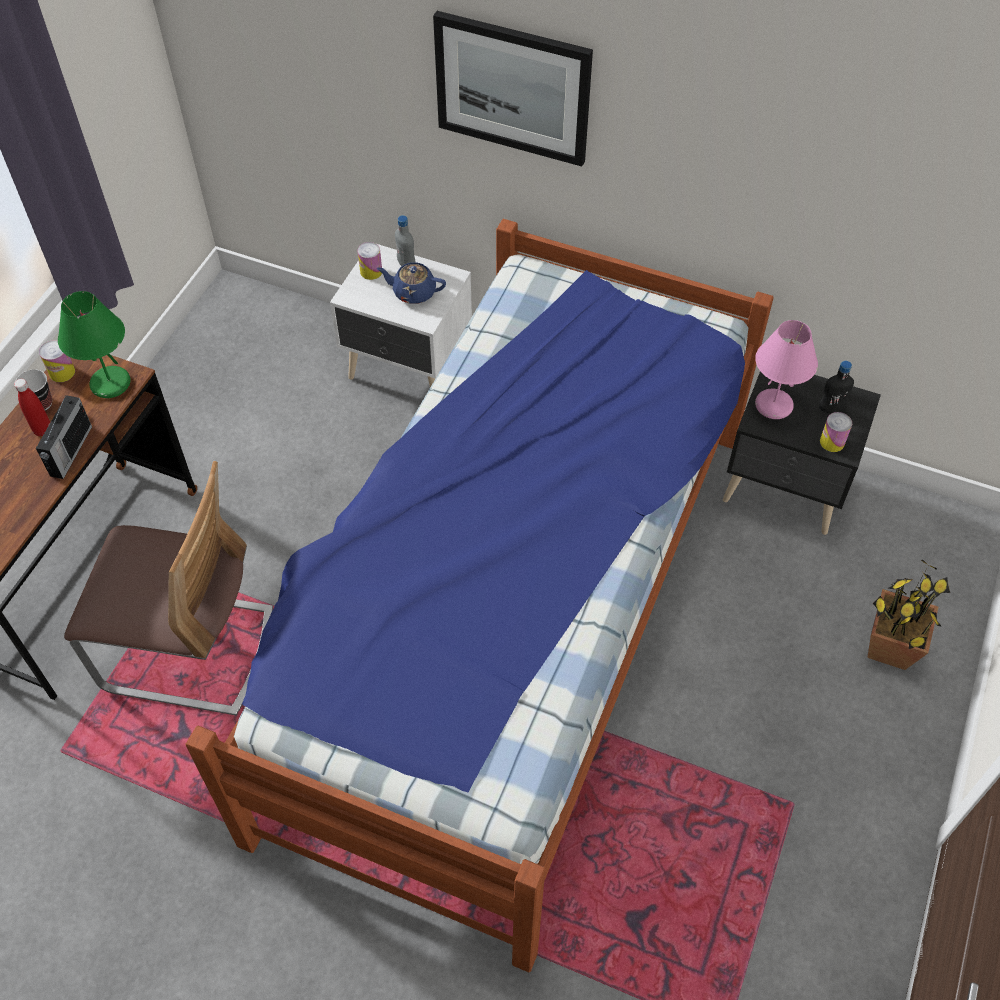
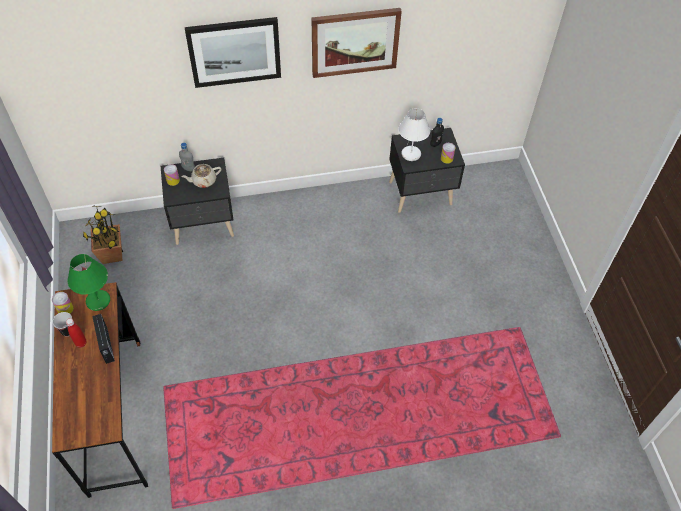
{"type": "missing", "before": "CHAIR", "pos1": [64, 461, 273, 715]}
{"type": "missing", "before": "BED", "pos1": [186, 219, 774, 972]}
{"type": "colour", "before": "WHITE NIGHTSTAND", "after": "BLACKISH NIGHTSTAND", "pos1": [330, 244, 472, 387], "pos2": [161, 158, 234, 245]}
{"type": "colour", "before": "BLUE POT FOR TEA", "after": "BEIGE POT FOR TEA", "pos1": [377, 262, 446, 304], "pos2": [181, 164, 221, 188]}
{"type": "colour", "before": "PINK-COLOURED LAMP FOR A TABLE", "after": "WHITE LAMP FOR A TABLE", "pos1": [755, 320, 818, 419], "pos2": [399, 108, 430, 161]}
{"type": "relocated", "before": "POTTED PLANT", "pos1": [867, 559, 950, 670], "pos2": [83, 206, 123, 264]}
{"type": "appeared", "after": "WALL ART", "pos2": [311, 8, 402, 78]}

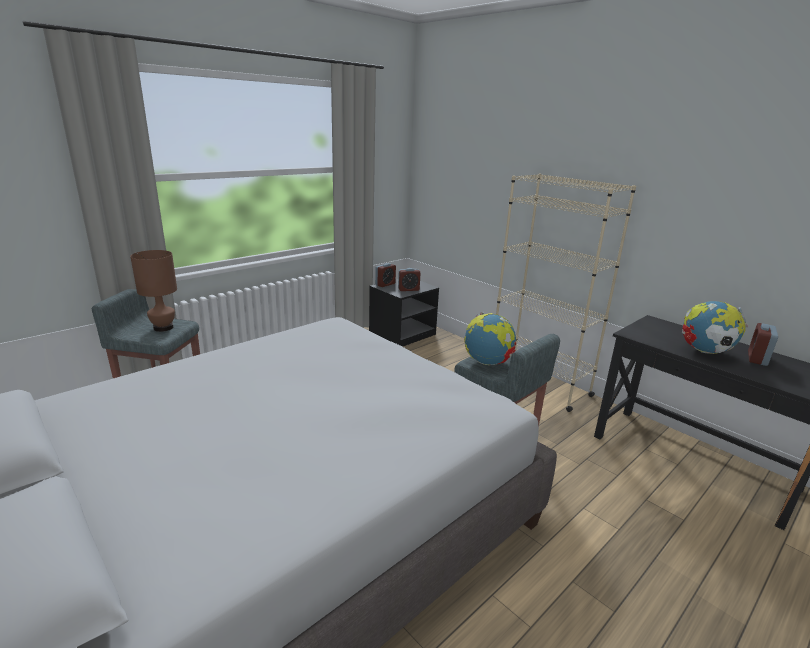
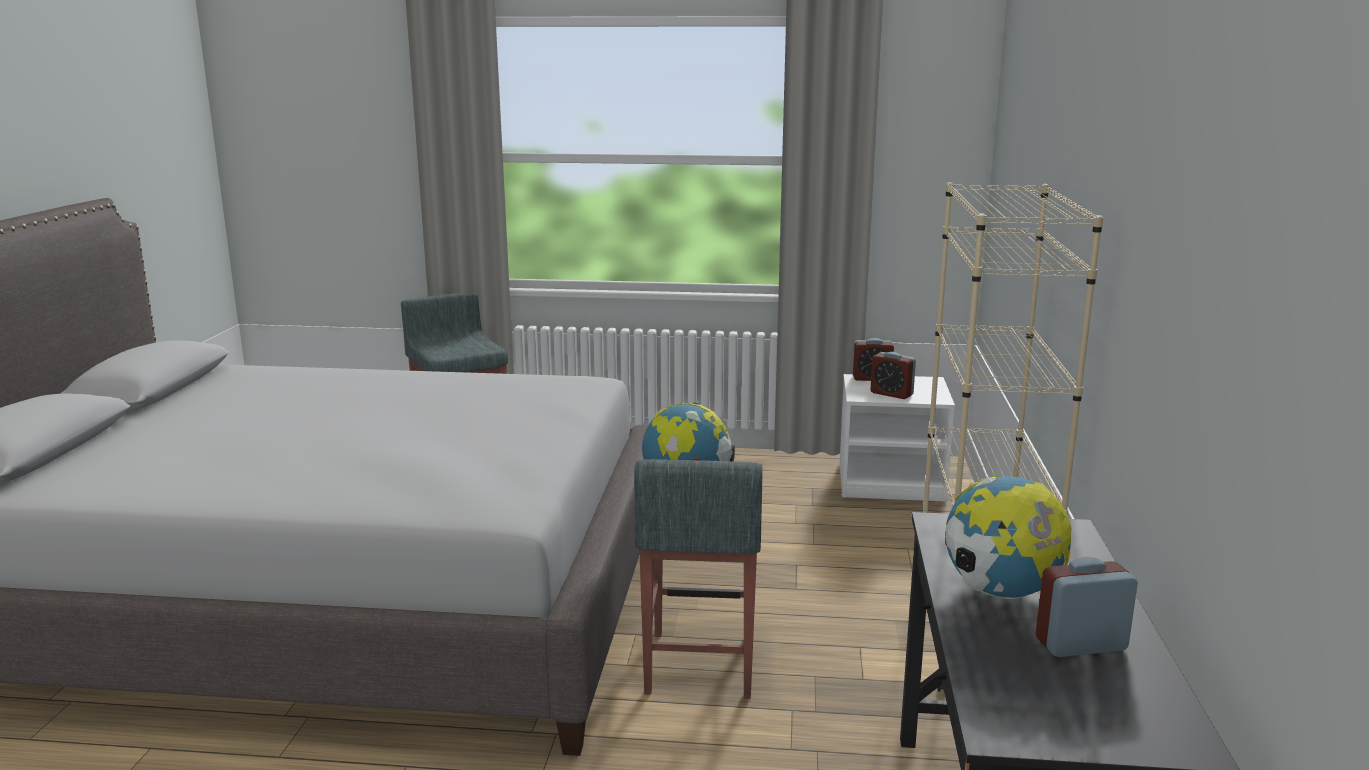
{"type": "missing", "before": "BROWN LAMP FOR A TABLE", "pos1": [130, 250, 177, 332]}
{"type": "colour", "before": "BLACKISH NIGHTSTAND", "after": "WHITE NIGHTSTAND", "pos1": [369, 279, 439, 347], "pos2": [840, 374, 955, 502]}

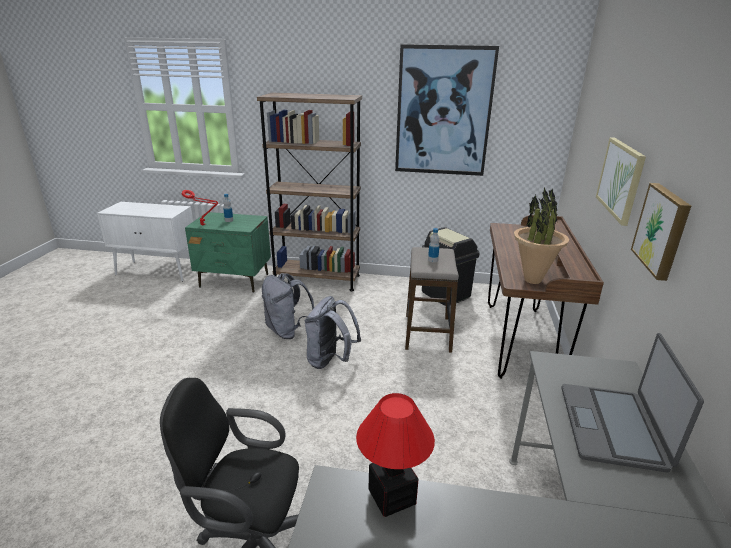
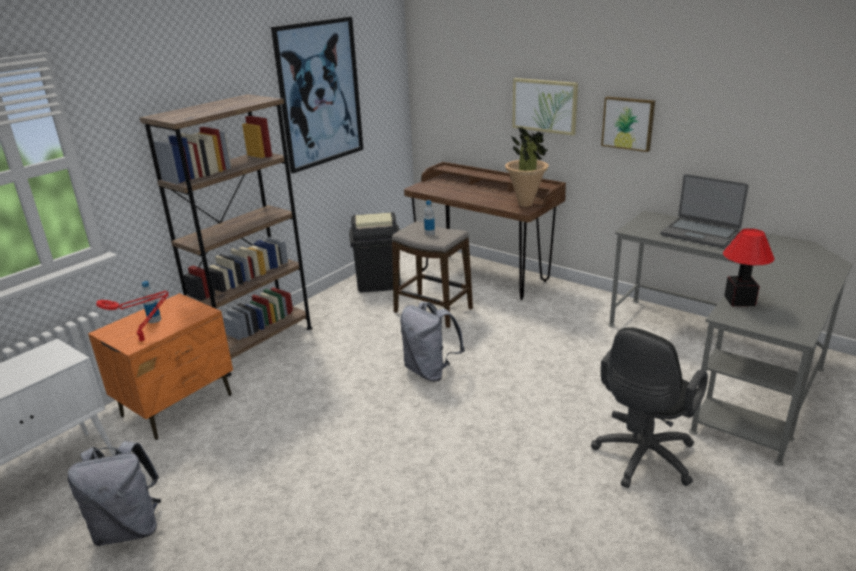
{"type": "colour", "before": "GREENISH NIGHTSTAND", "after": "ORANGE-COLOURED NIGHTSTAND", "pos1": [185, 212, 271, 293], "pos2": [88, 293, 233, 440]}
{"type": "relocated", "before": "GREYISH KNAPSACK", "pos1": [262, 273, 314, 339], "pos2": [68, 441, 161, 546]}

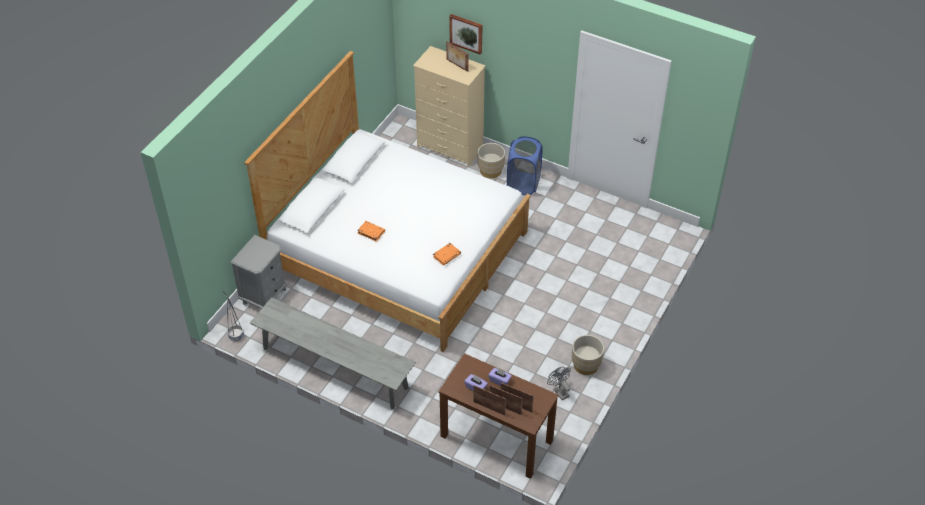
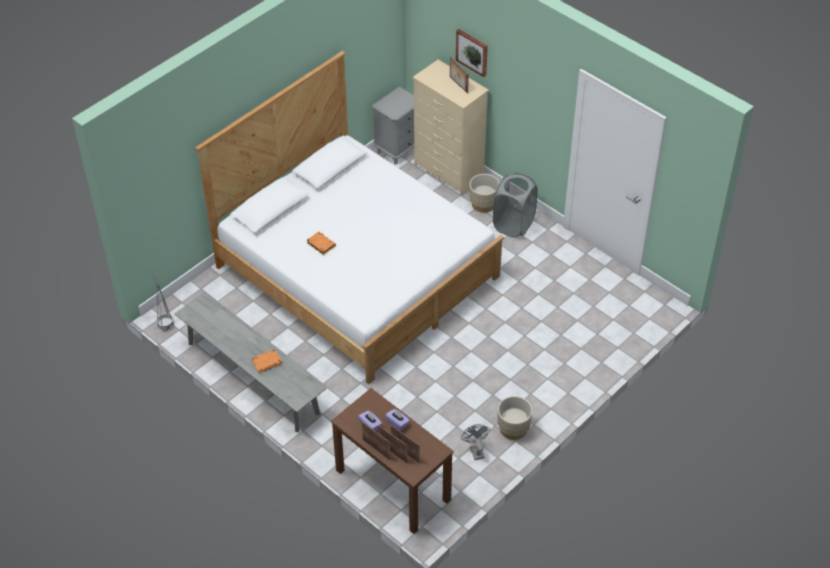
{"type": "relocated", "before": "GREYISH NIGHTSTAND", "pos1": [231, 235, 287, 309], "pos2": [372, 87, 414, 164]}
{"type": "relocated", "before": "ORANGE-COLOURED BOOK", "pos1": [433, 243, 461, 266], "pos2": [252, 349, 282, 373]}
{"type": "colour", "before": "BLUE WASHING BASKET", "after": "GREYISH WASHING BASKET", "pos1": [507, 136, 543, 195], "pos2": [493, 173, 538, 238]}

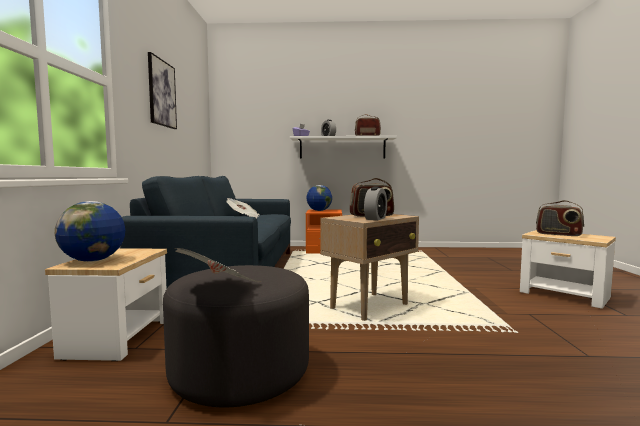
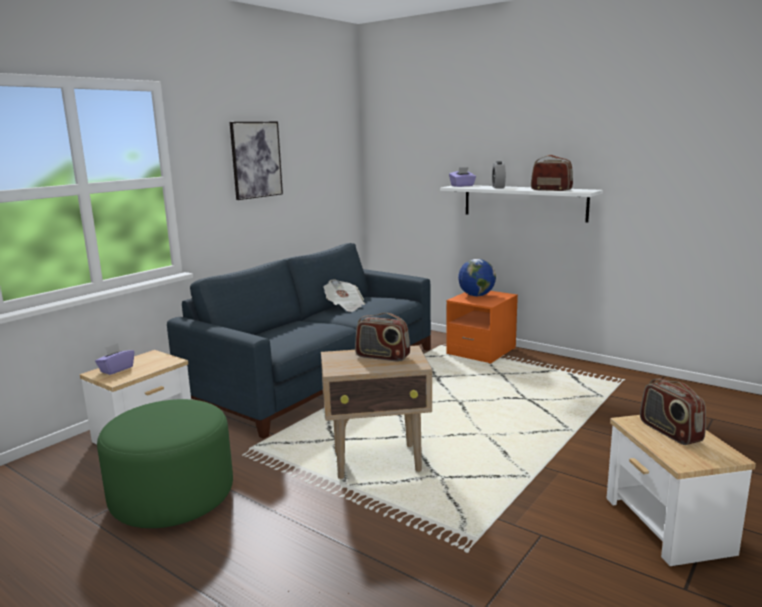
{"type": "exchanged", "before": "GLOBE", "after": "PURPLISH BOX OF TISSUES", "pos1": [55, 201, 125, 262], "pos2": [95, 343, 134, 375]}
{"type": "colour", "before": "GREYISH OTTOMAN", "after": "GREENISH OTTOMAN", "pos1": [163, 265, 309, 407], "pos2": [97, 399, 233, 528]}
{"type": "missing", "before": "NEWSPAPER", "pos1": [175, 248, 260, 282]}
{"type": "missing", "before": "TABLE CLOCK", "pos1": [364, 187, 387, 220]}

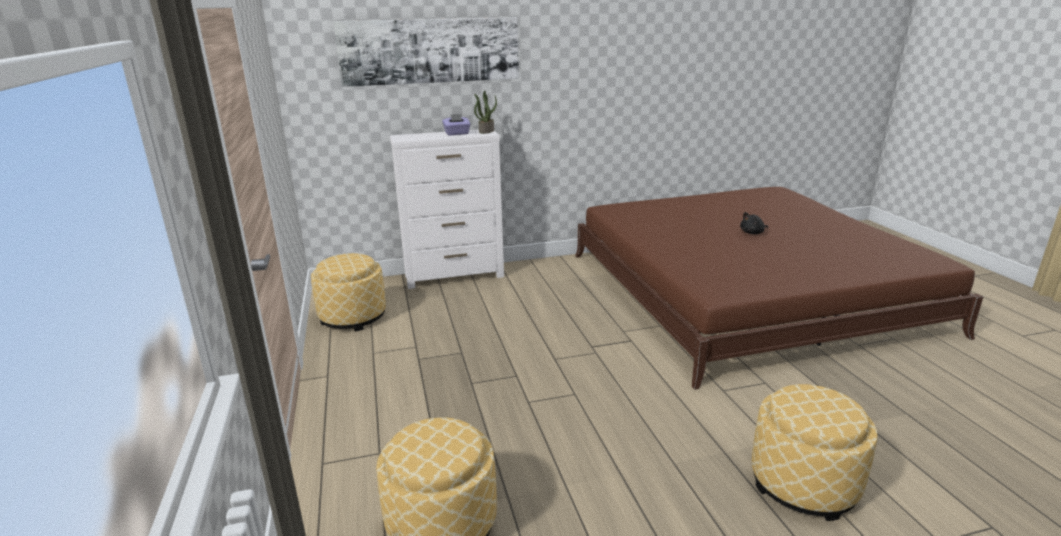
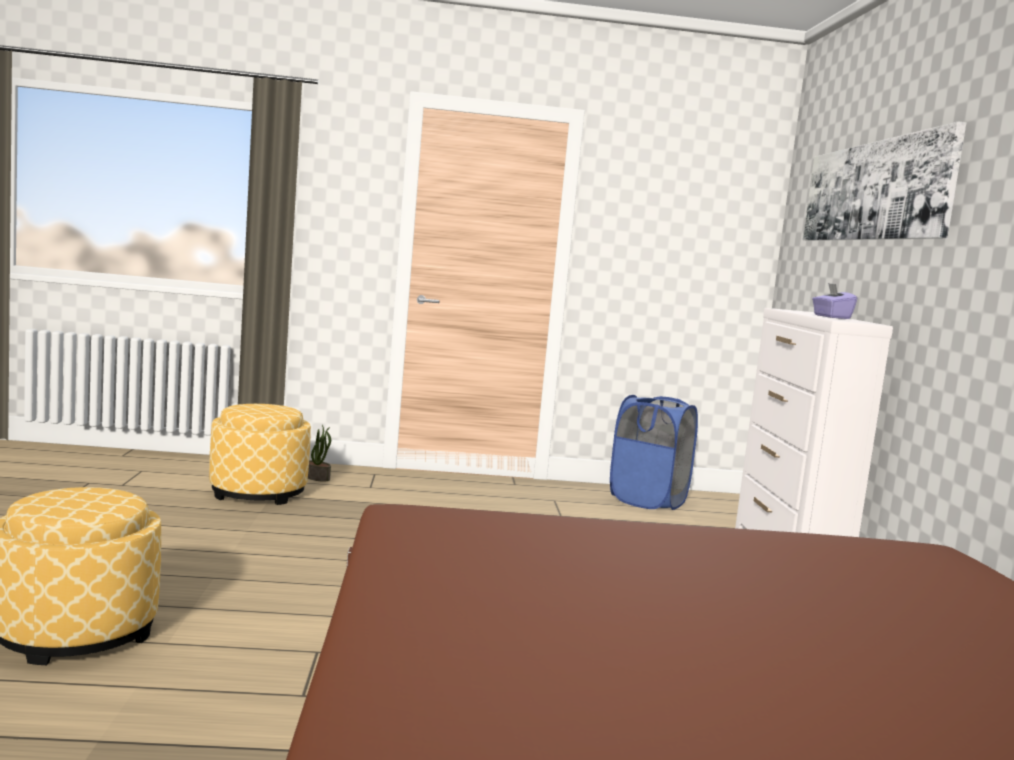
{"type": "exchanged", "before": "OTTOMAN", "after": "BLUE WASHING BASKET", "pos1": [311, 253, 386, 331], "pos2": [610, 395, 698, 510]}
{"type": "relocated", "before": "POTTED PLANT", "pos1": [474, 91, 497, 134], "pos2": [308, 425, 331, 482]}
{"type": "missing", "before": "BLACKISH CUDDLY TOY", "pos1": [740, 212, 768, 234]}

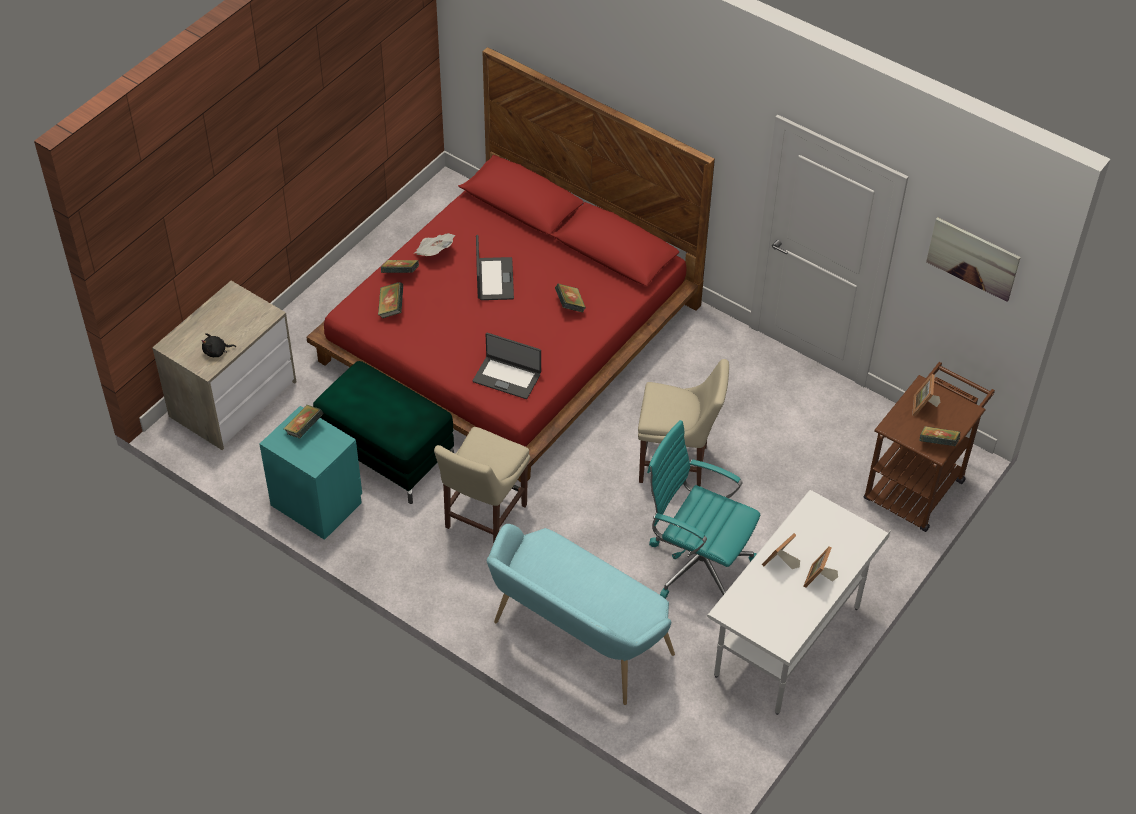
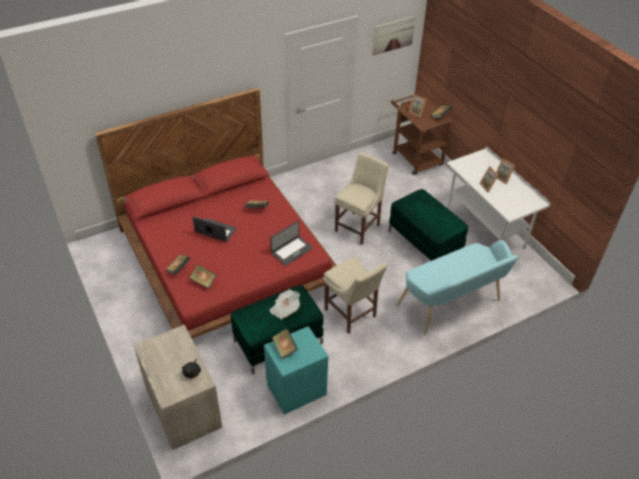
{"type": "relocated", "before": "NEWSPAPER", "pos1": [414, 233, 455, 256], "pos2": [270, 289, 300, 320]}
{"type": "exchanged", "before": "BLUE-GREEN COMPUTER CHAIR", "after": "GREENISH OTTOMAN", "pos1": [647, 420, 760, 599], "pos2": [388, 189, 468, 261]}

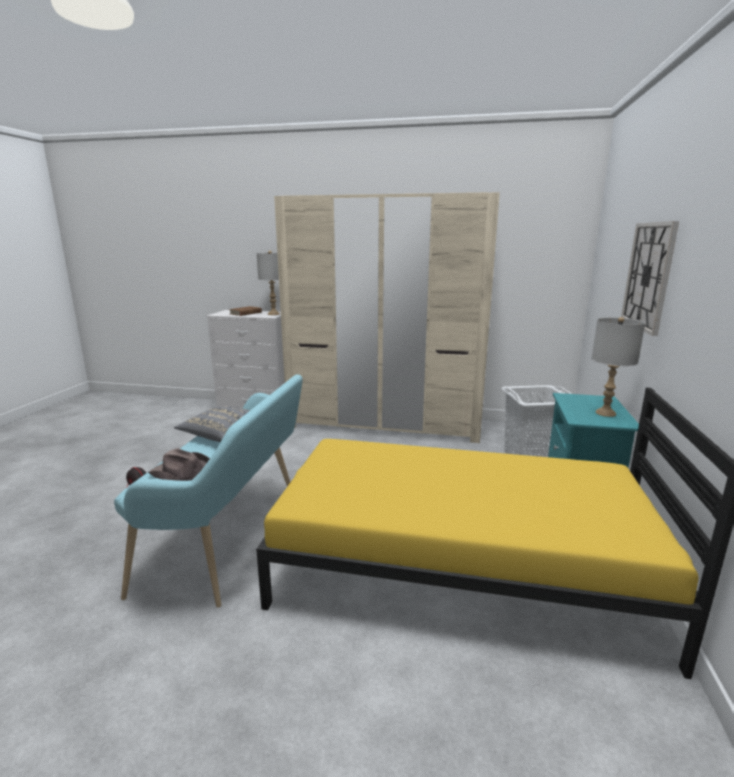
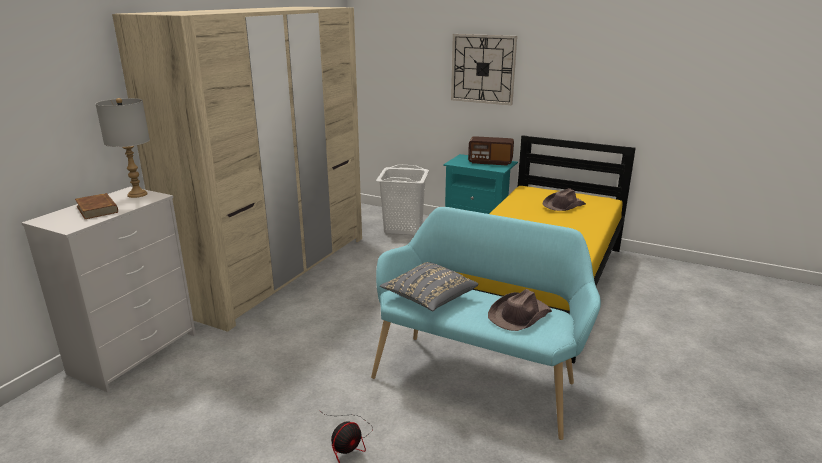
{"type": "exchanged", "before": "GREYISH LAMP FOR A TABLE", "after": "RADIO SET", "pos1": [591, 317, 645, 417], "pos2": [468, 136, 514, 166]}
{"type": "appeared", "after": "BROWN WEARABLE HAT", "pos2": [543, 188, 586, 211]}

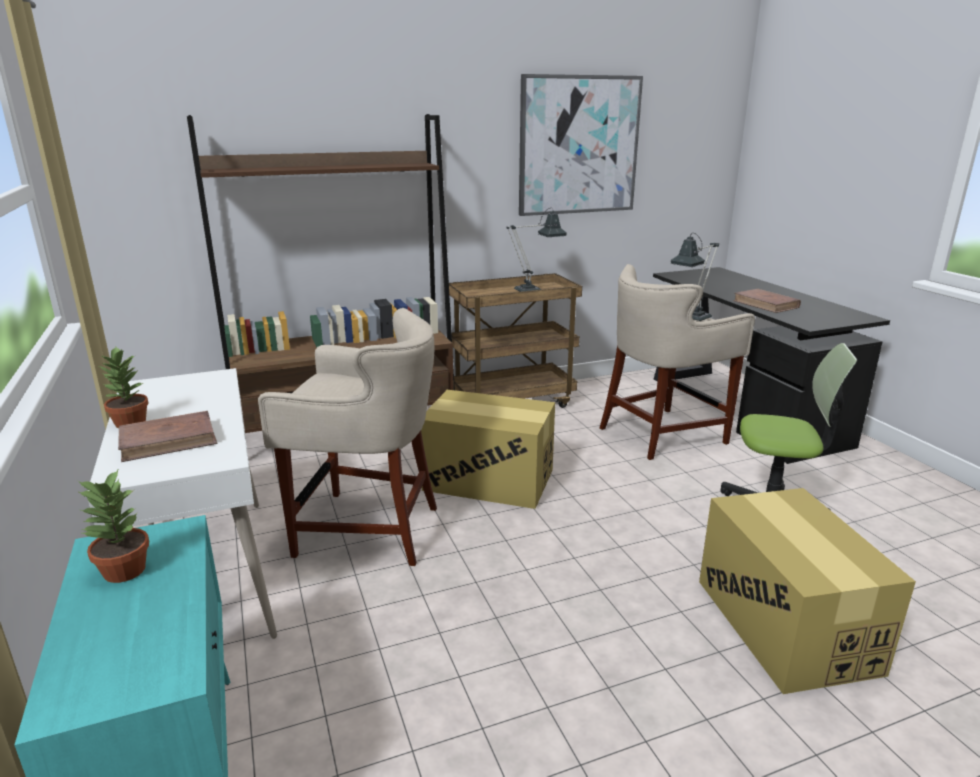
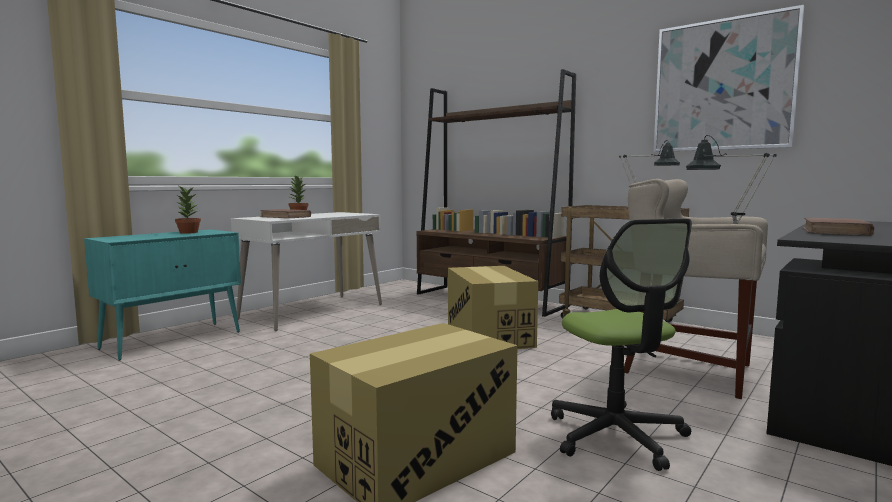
{"type": "missing", "before": "BEIGE SITTING STOOL", "pos1": [258, 308, 437, 566]}

